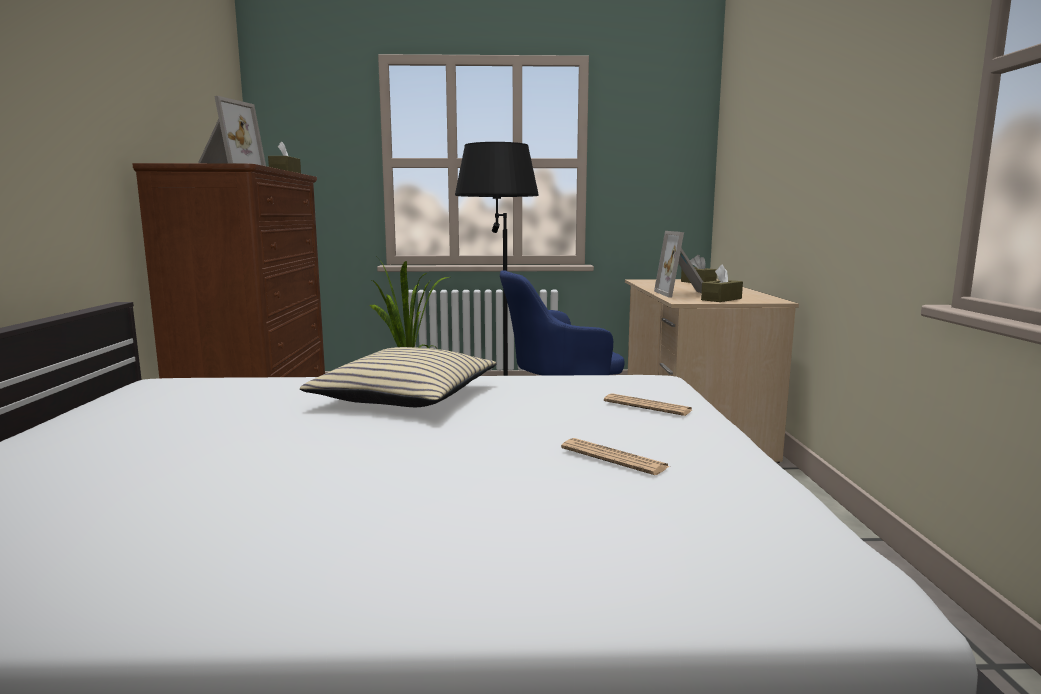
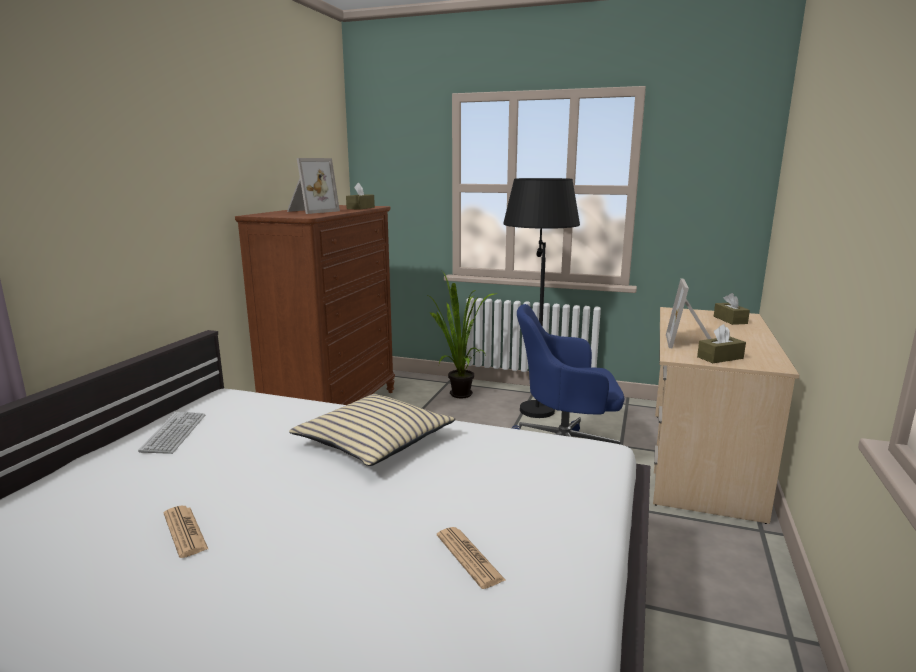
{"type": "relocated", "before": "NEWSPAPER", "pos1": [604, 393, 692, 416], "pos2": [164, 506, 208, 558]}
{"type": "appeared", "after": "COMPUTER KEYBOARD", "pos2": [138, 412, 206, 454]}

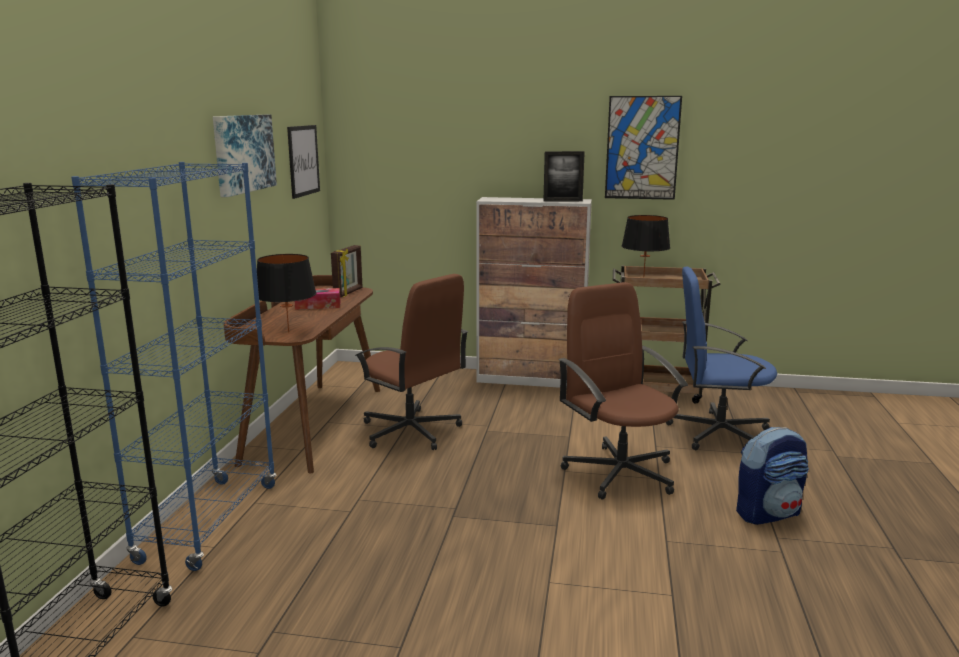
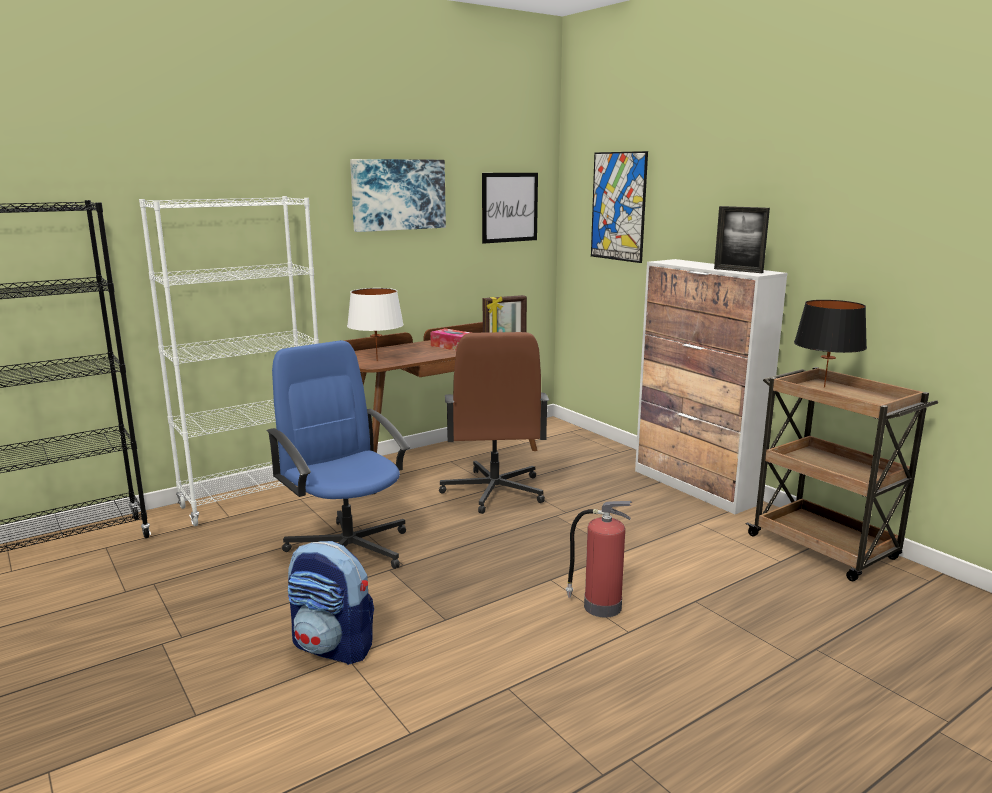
{"type": "colour", "before": "BLUE BOOKSHELF", "after": "WHITE BOOKSHELF", "pos1": [71, 162, 277, 571], "pos2": [139, 196, 319, 526]}
{"type": "colour", "before": "BLACKISH LAMP FOR A TABLE", "after": "WHITE LAMP FOR A TABLE", "pos1": [257, 254, 316, 333], "pos2": [347, 288, 404, 361]}
{"type": "exchanged", "before": "BROWN COMPUTER CHAIR", "after": "FIRE EXTINGUISHER", "pos1": [558, 282, 688, 500], "pos2": [566, 501, 632, 618]}
{"type": "relocated", "before": "WALL ART", "pos1": [605, 96, 682, 200], "pos2": [591, 151, 648, 263]}
{"type": "relocated", "before": "BLUE COMPUTER CHAIR", "pos1": [666, 267, 777, 450], "pos2": [266, 340, 410, 569]}
{"type": "relocated", "before": "KNAPSACK", "pos1": [736, 427, 809, 525], "pos2": [288, 541, 374, 665]}

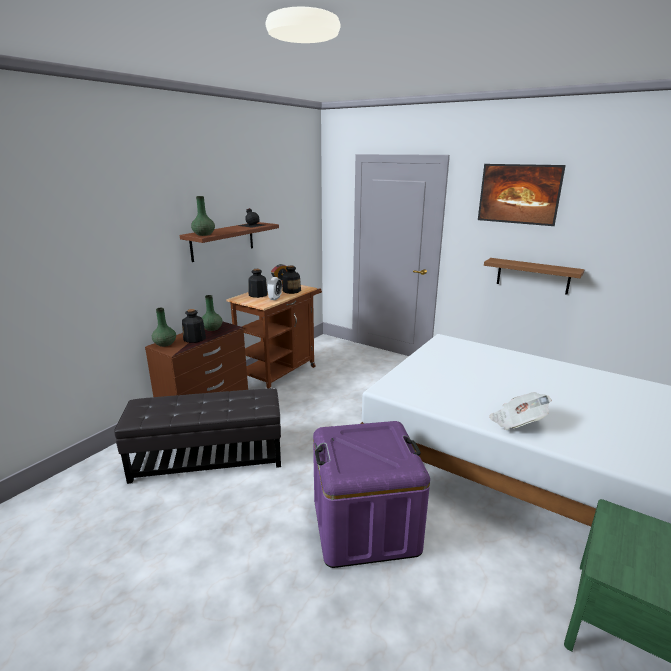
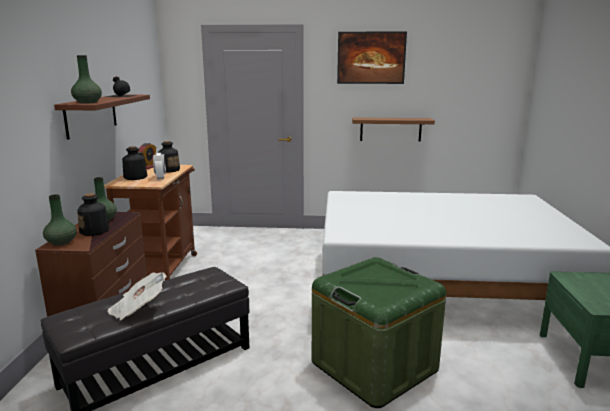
{"type": "colour", "before": "PURPLISH STORAGE BOX", "after": "GREENISH STORAGE BOX", "pos1": [313, 421, 430, 568], "pos2": [312, 257, 446, 408]}
{"type": "relocated", "before": "NEWSPAPER", "pos1": [489, 392, 552, 430], "pos2": [107, 272, 166, 320]}

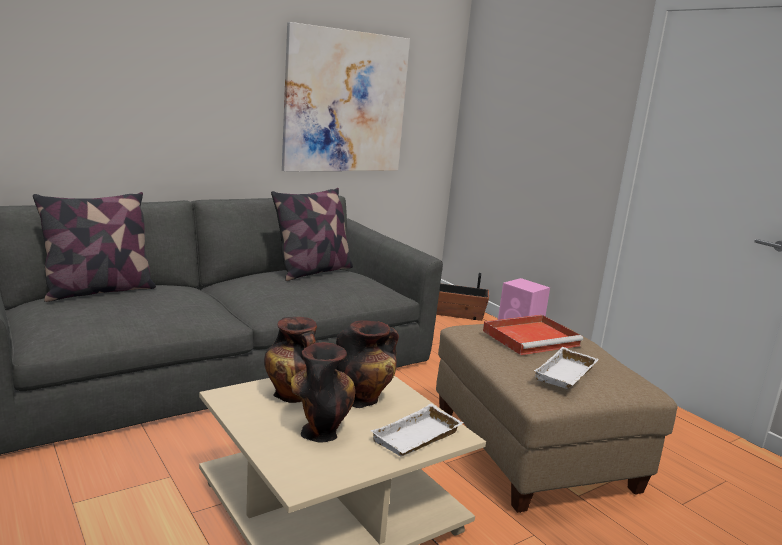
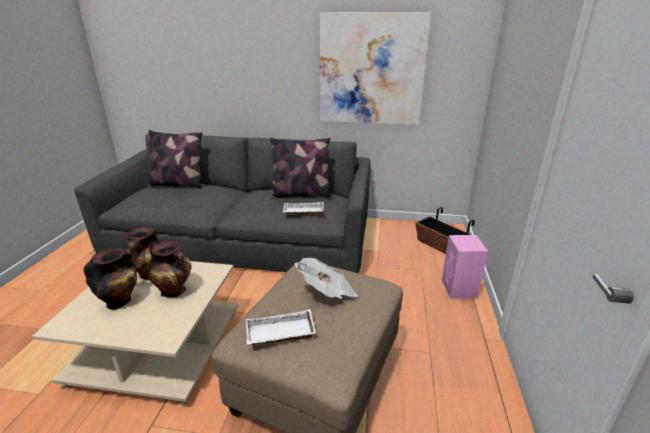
{"type": "relocated", "before": "WHITE CARRYING TRAY", "pos1": [370, 404, 463, 456], "pos2": [283, 202, 324, 215]}
{"type": "exchanged", "before": "RED-COLOURED CARRYING TRAY", "after": "NEWSPAPER", "pos1": [483, 315, 583, 355], "pos2": [295, 258, 358, 299]}

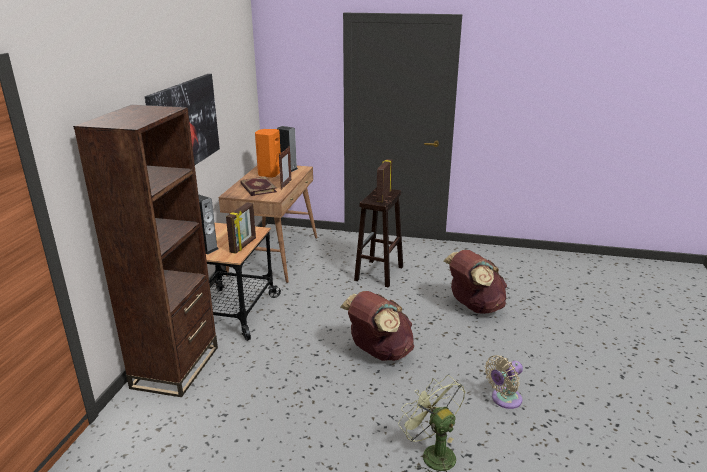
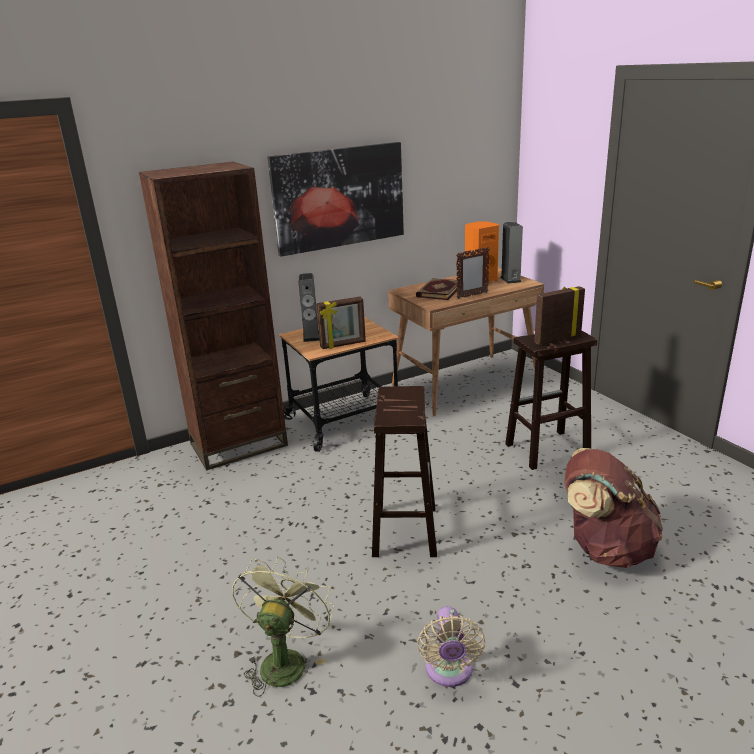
{"type": "exchanged", "before": "BROWN KNAPSACK", "after": "BROWN SITTING STOOL", "pos1": [340, 291, 414, 361], "pos2": [372, 386, 437, 557]}
{"type": "spun", "before": "BEIGE COOLING FAN", "pos1": [485, 355, 523, 409], "pos2": [417, 606, 485, 687], "turn": -105}

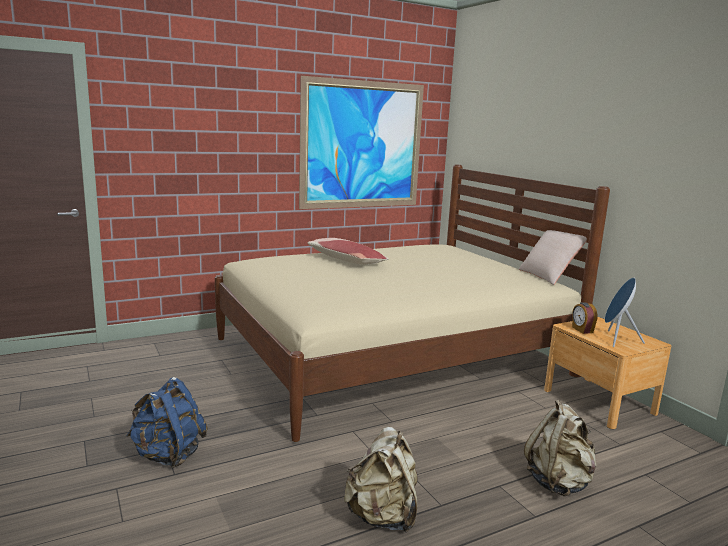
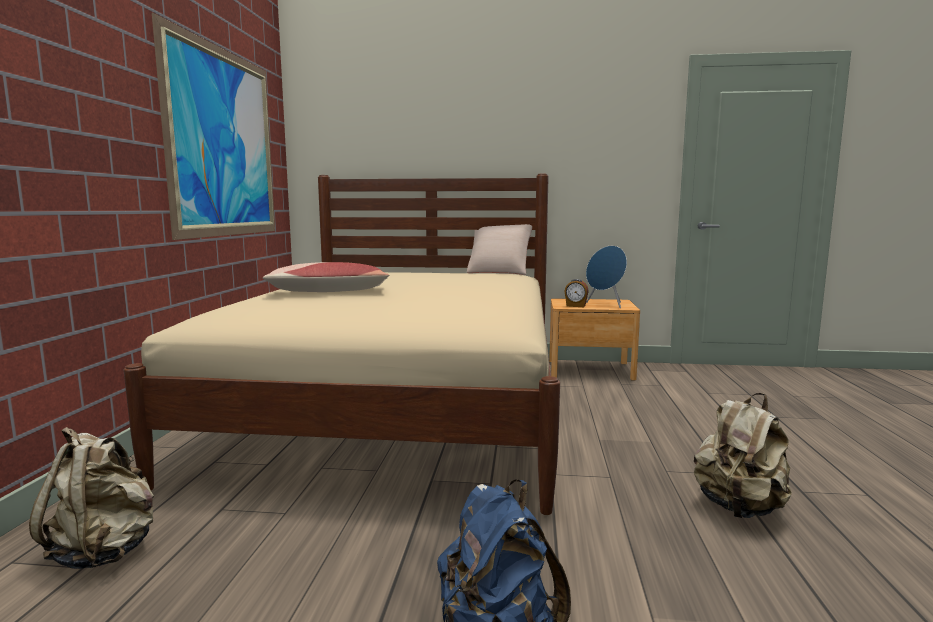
{"type": "relocated", "before": "BEIGE KNAPSACK", "pos1": [524, 400, 597, 496], "pos2": [29, 427, 154, 569]}

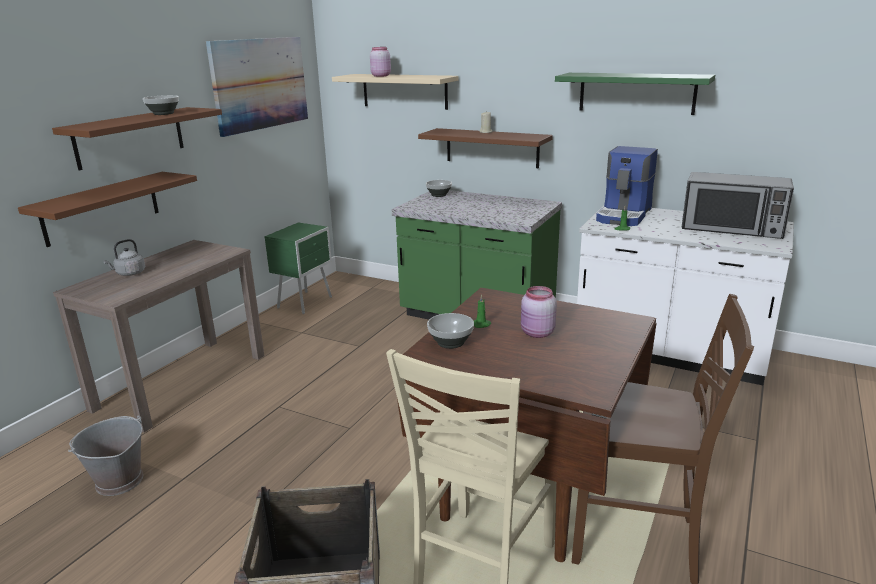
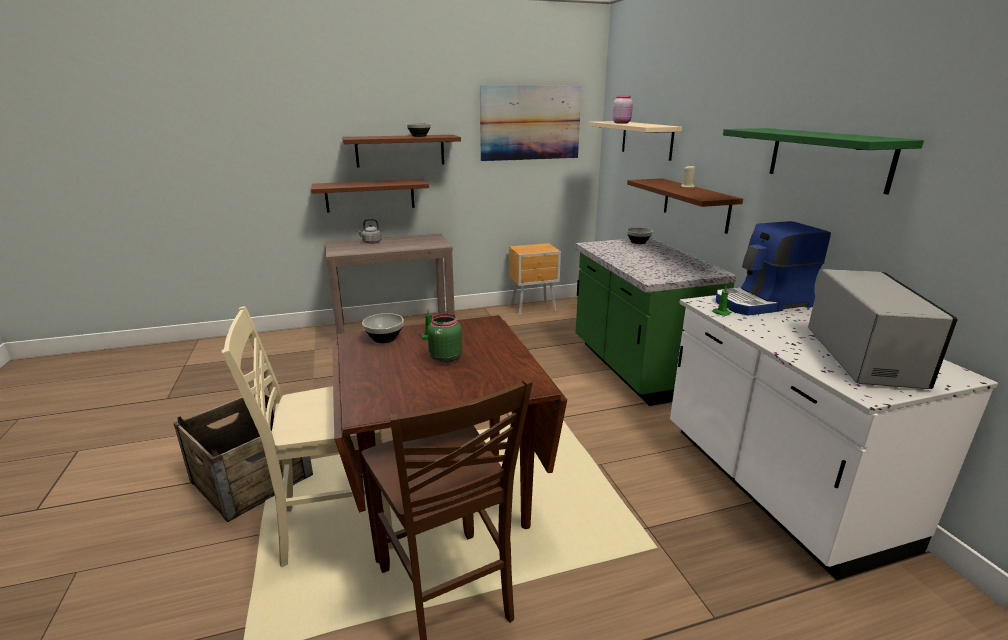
{"type": "missing", "before": "GREYISH WATER BUCKET", "pos1": [68, 415, 143, 496]}
{"type": "colour", "before": "GREENISH NIGHTSTAND", "after": "BROWN NIGHTSTAND", "pos1": [264, 222, 332, 314], "pos2": [509, 243, 561, 316]}
{"type": "colour", "before": "PINK-COLOURED PRESERVE JAR", "after": "GREENISH PRESERVE JAR", "pos1": [521, 286, 557, 338], "pos2": [428, 313, 462, 364]}
{"type": "spun", "before": "KITCHEN MICROWAVE", "pos1": [682, 172, 794, 239], "pos2": [808, 269, 958, 389], "turn": -150}

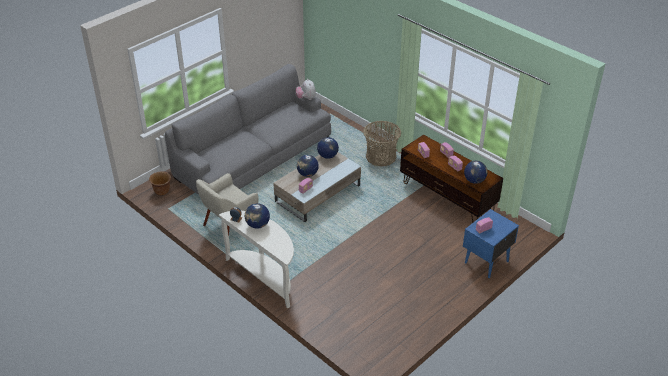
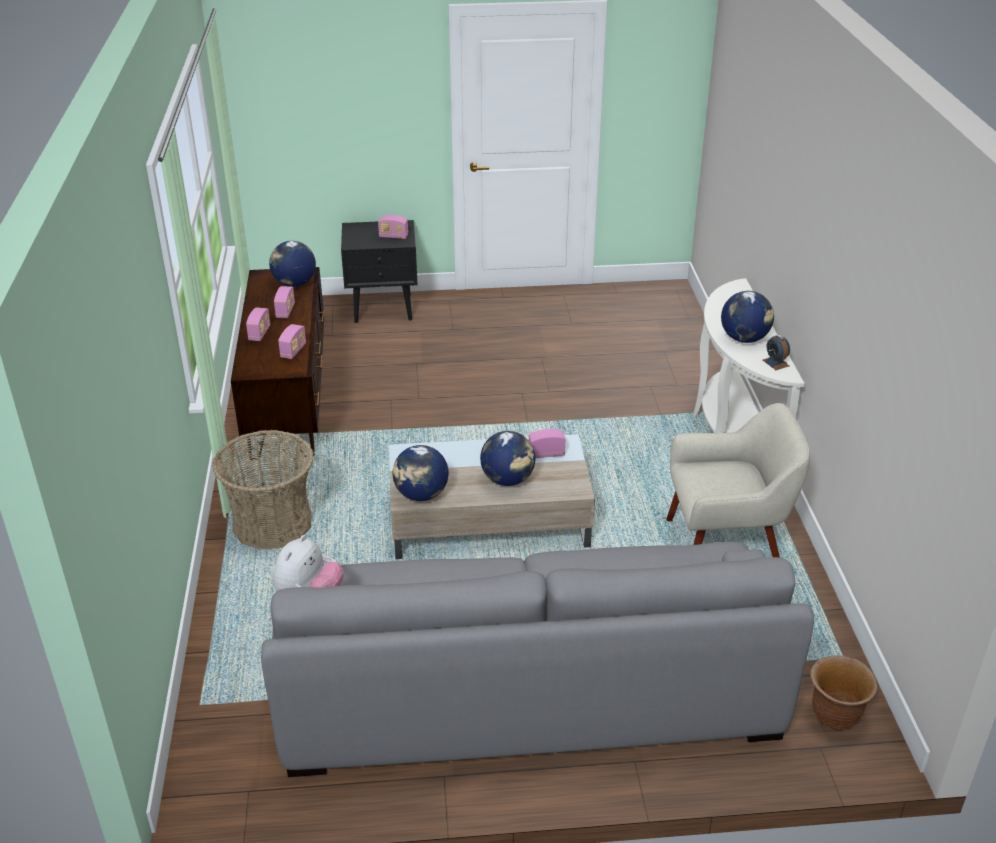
{"type": "colour", "before": "BLUE NIGHTSTAND", "after": "BLACKISH NIGHTSTAND", "pos1": [463, 209, 519, 278], "pos2": [341, 220, 417, 323]}

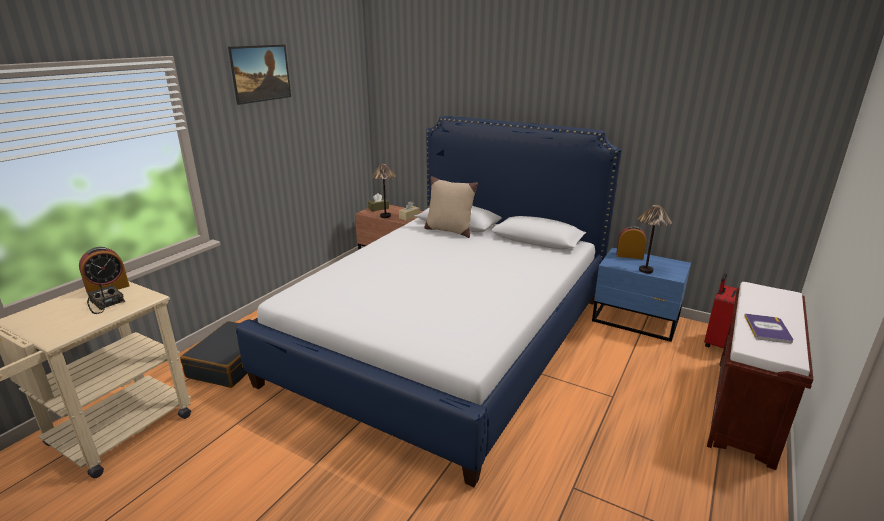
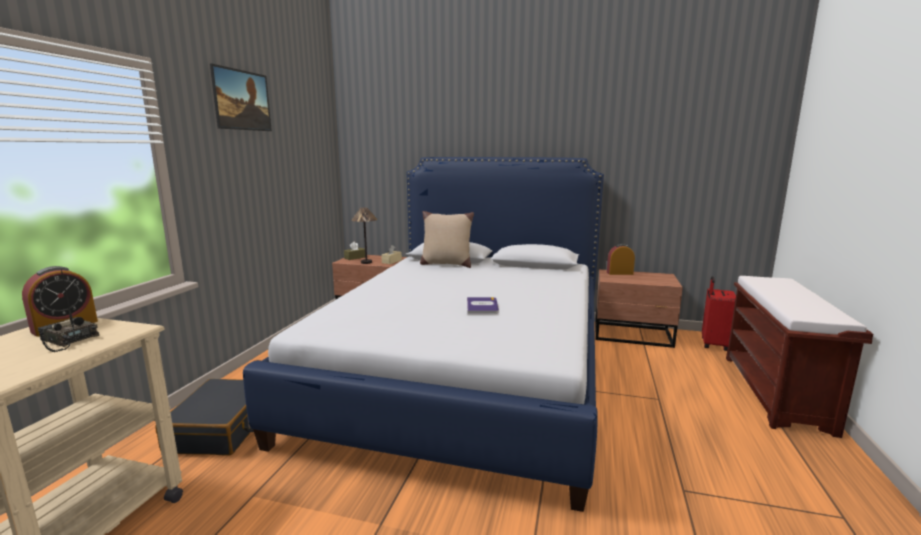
{"type": "colour", "before": "BLUE NIGHTSTAND", "after": "BROWN NIGHTSTAND", "pos1": [592, 248, 691, 342], "pos2": [595, 269, 683, 348]}
{"type": "missing", "before": "LAMP FOR A TABLE", "pos1": [638, 205, 672, 273]}
{"type": "relocated", "before": "BOOK", "pos1": [744, 313, 793, 343], "pos2": [467, 297, 499, 314]}

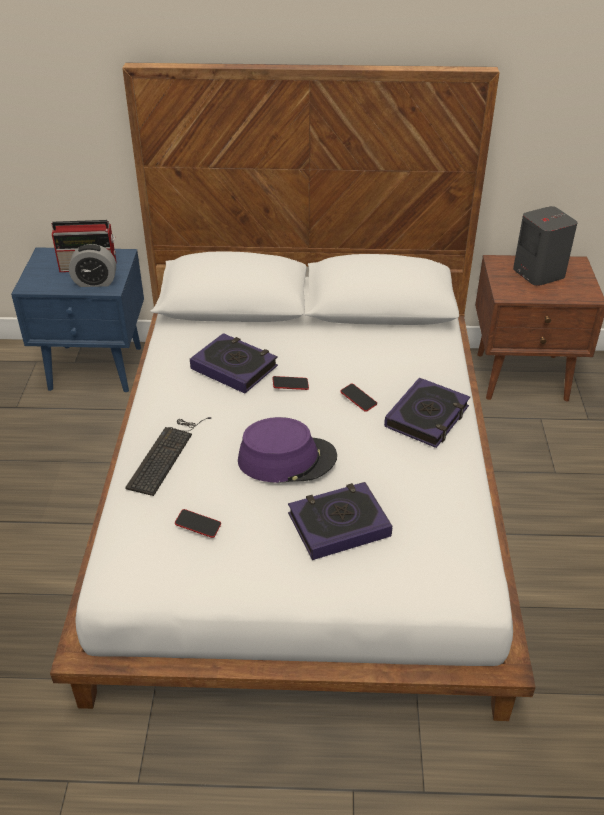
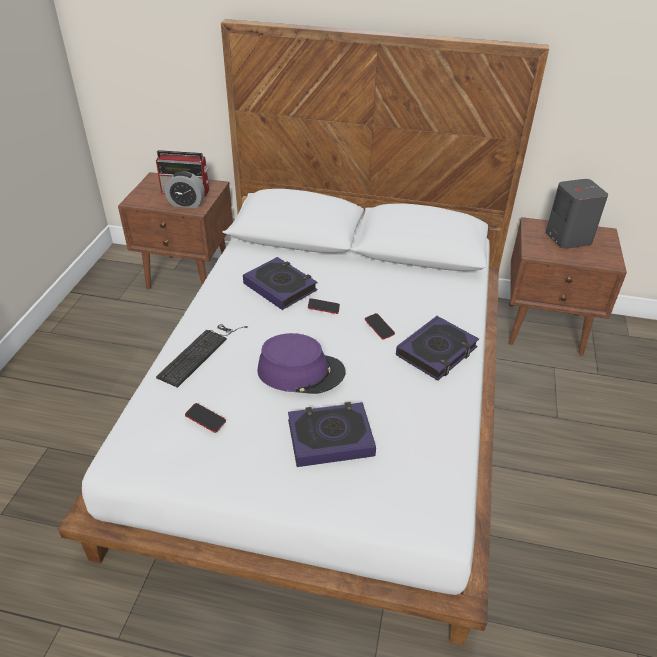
{"type": "colour", "before": "BLUE NIGHTSTAND", "after": "BROWN NIGHTSTAND", "pos1": [11, 247, 144, 392], "pos2": [118, 172, 233, 290]}

